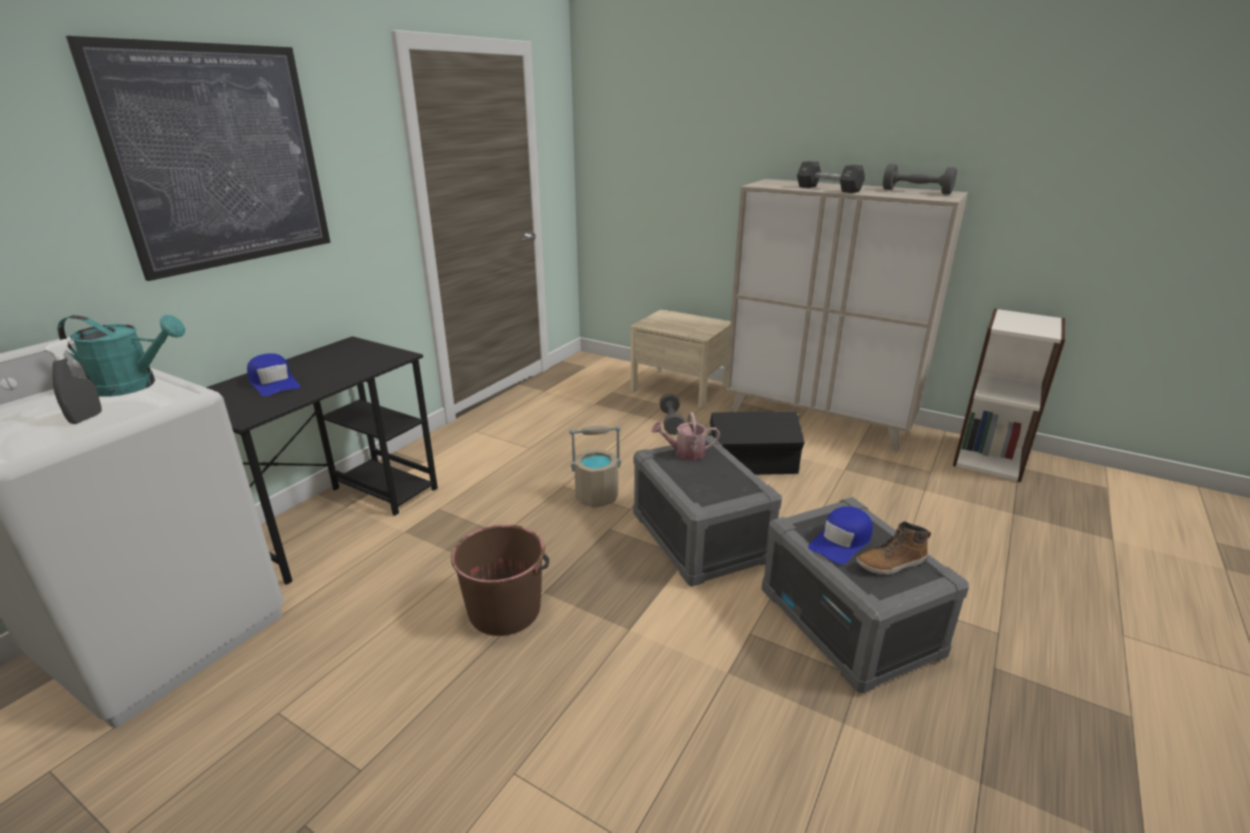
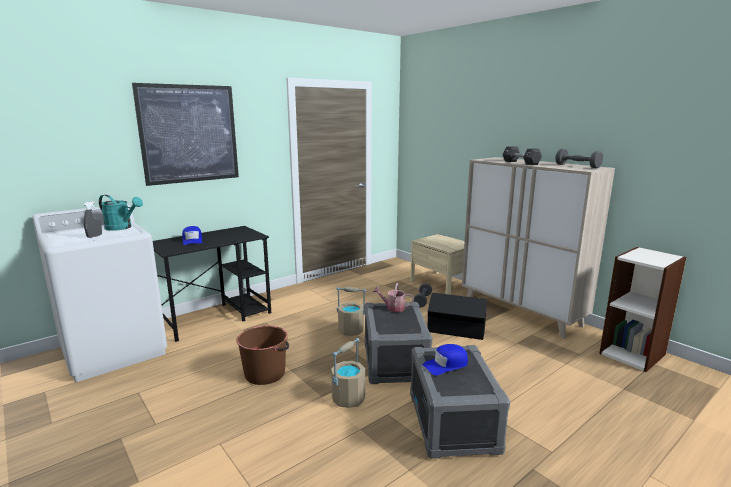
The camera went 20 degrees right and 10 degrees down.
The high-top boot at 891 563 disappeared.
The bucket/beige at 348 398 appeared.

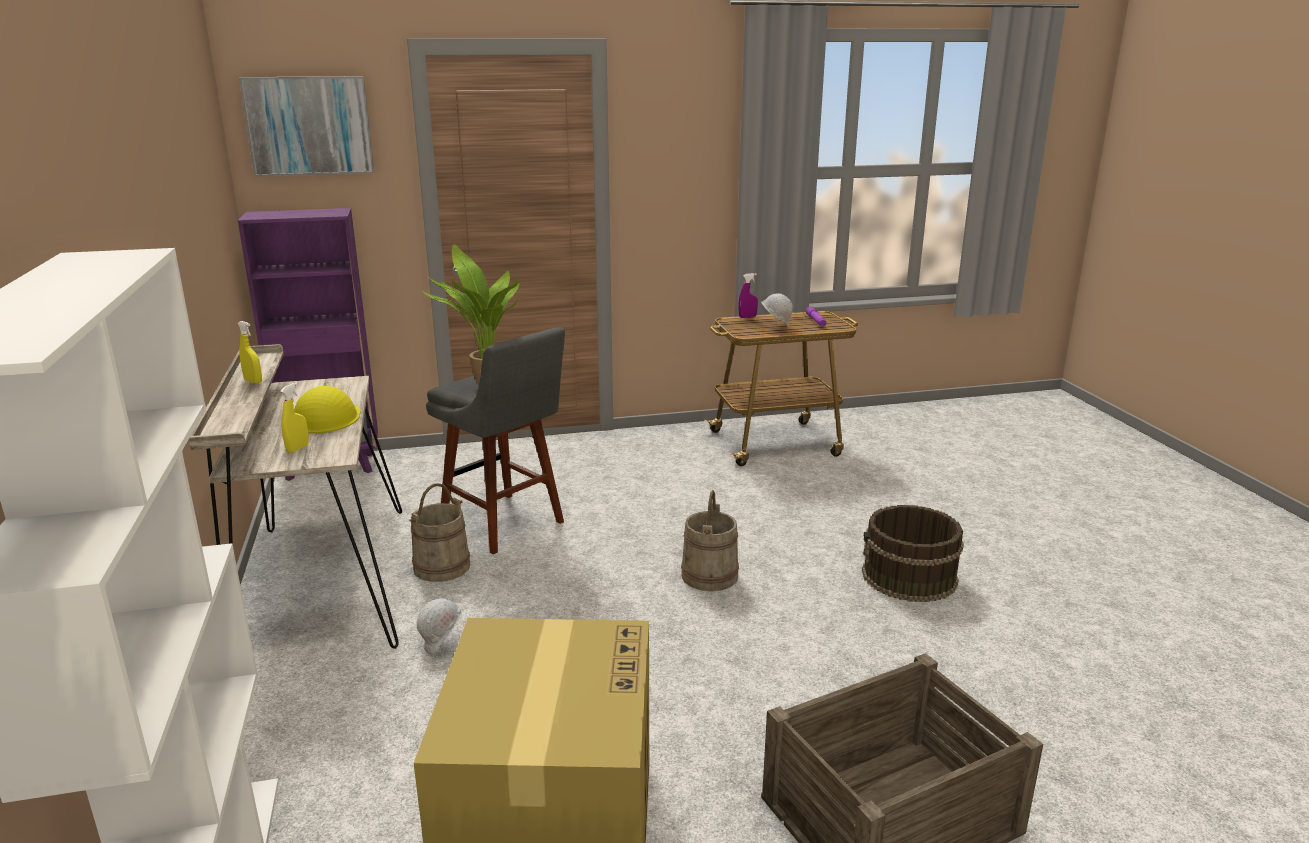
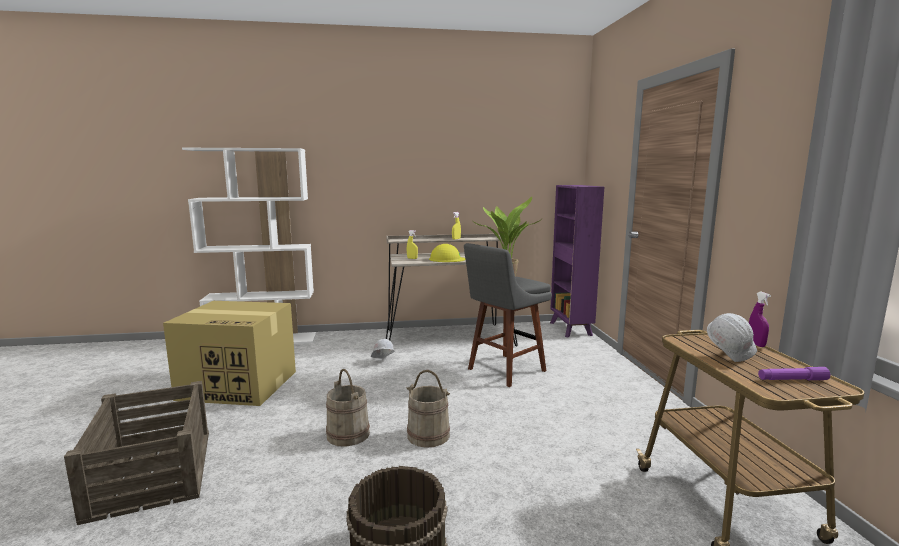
The camera went 95 degrees right and 10 degrees down.
The wall picture at 309 126 disappeared.
The bucket/beige moved from 441 566 to 348 434.

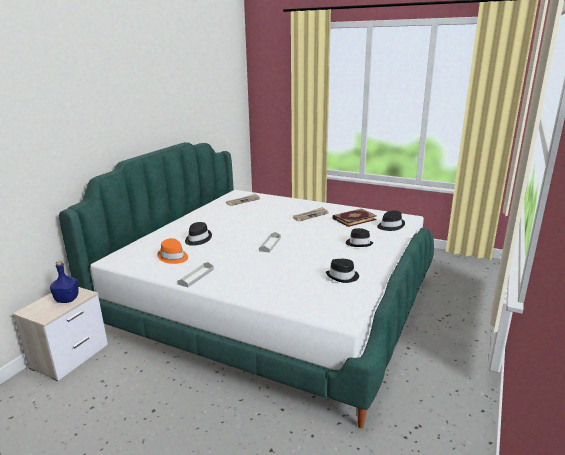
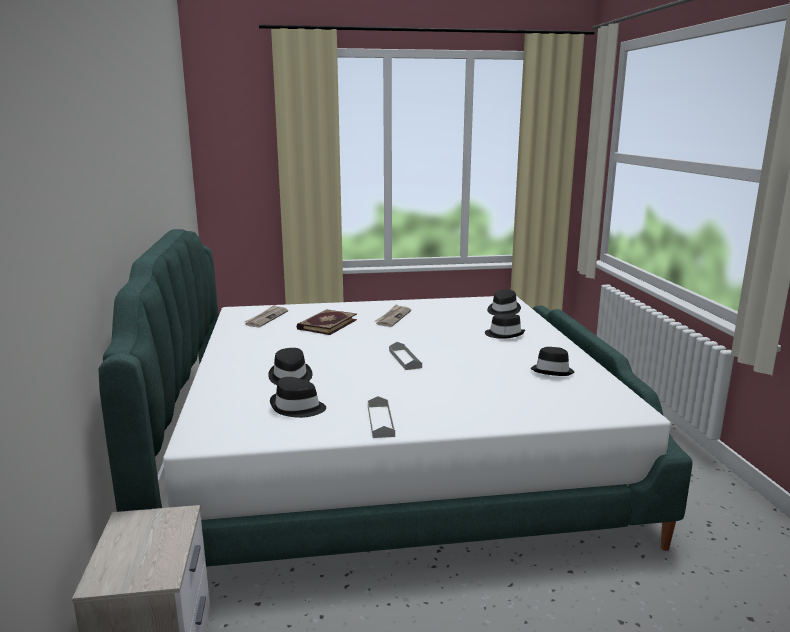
The camera went 35 degrees left and 5 degrees down.
The drink bottle/blue-coloured at 67 299 disappeared.
The clothing hat/orange at 173 257 became the clothing hat/black at 297 408.
The book moved from 354 219 to 326 324.

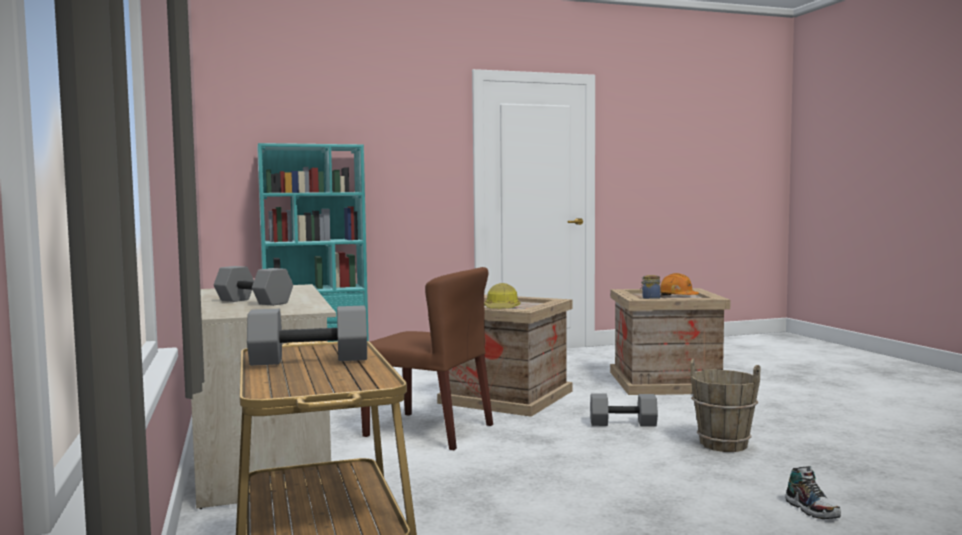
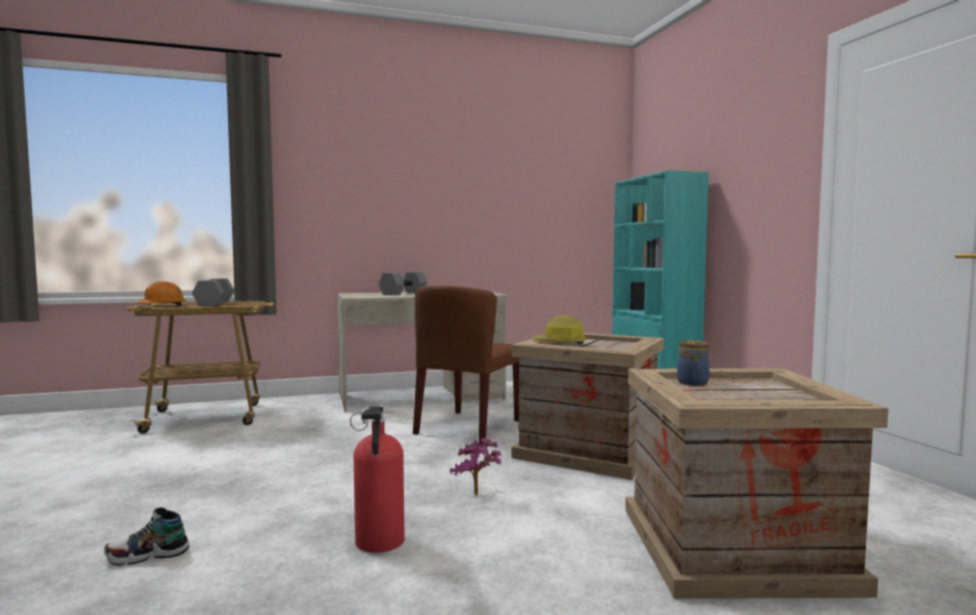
The camera went 90 degrees right and 0 degrees up.
The free weight/gray at 622 424 was replaced by the potted plant at 478 496.
The work helmet/orange moved from 677 296 to 162 306.
The bucket/brownish at 723 444 was replaced by the extinguisher at 379 544.

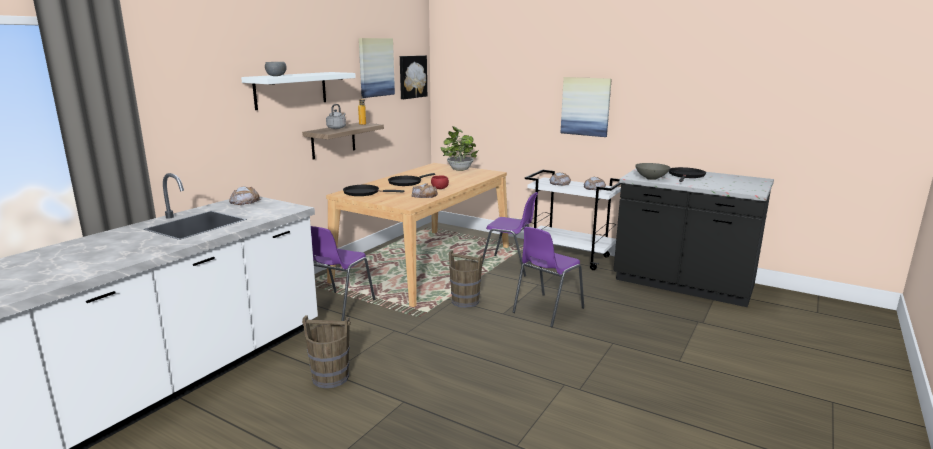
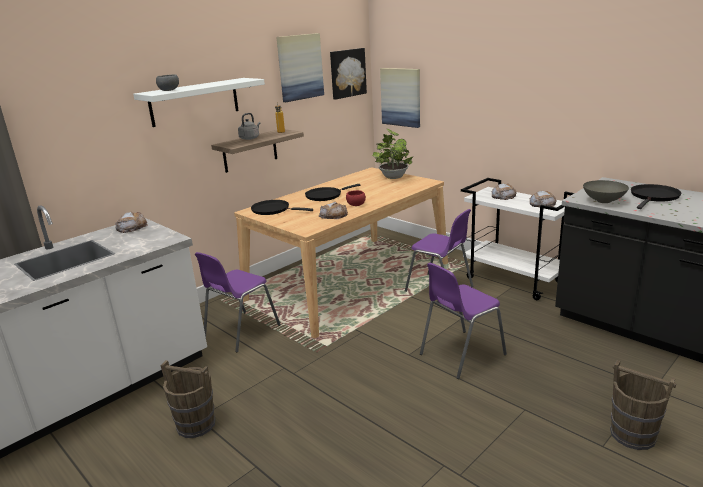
The camera went 15 degrees right and 5 degrees up.
The bucket/brownish moved from 465 301 to 632 434.
The wall picture moved from 585 106 to 401 97.

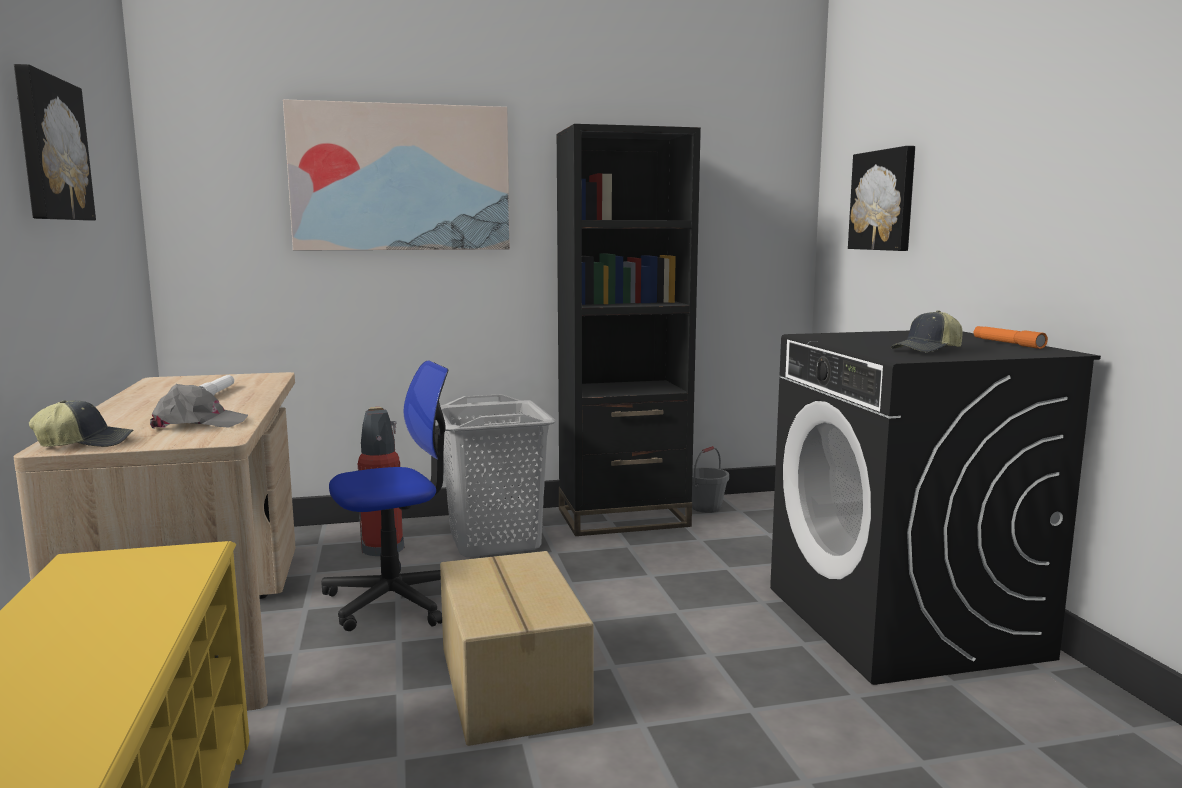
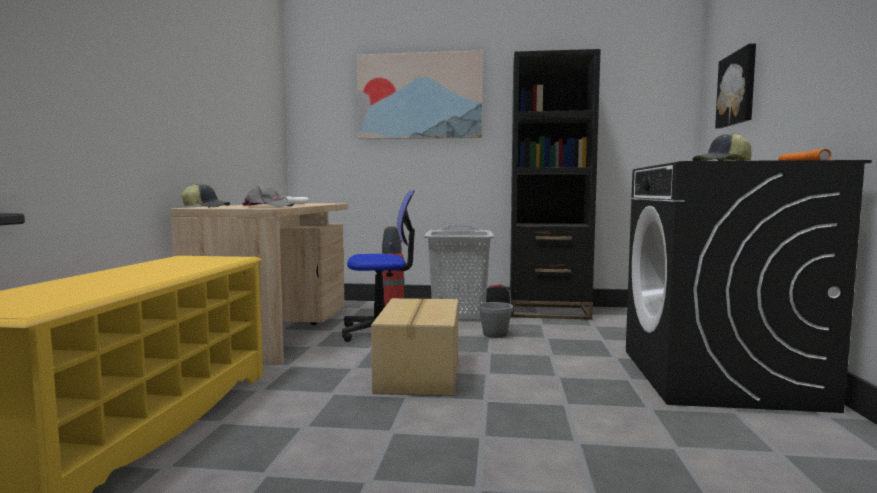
The camera went 20 degrees right and 5 degrees down.
The wall picture at 50 149 disappeared.
The bucket/gray moved from 706 508 to 495 334.

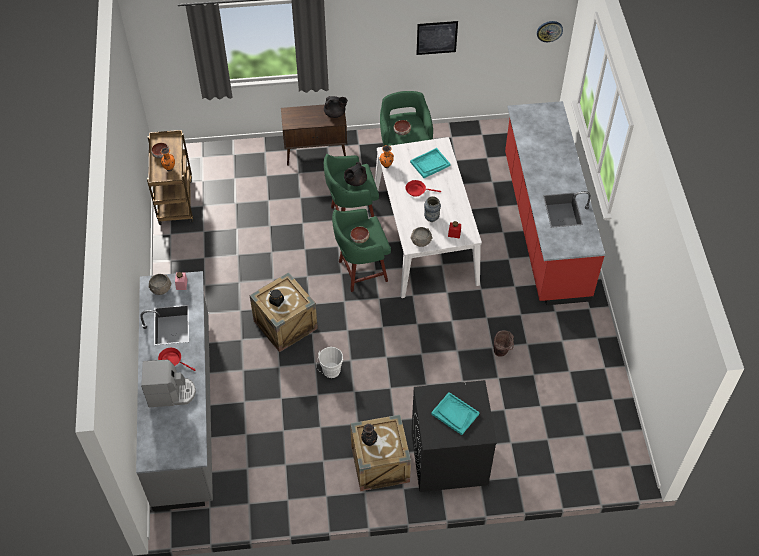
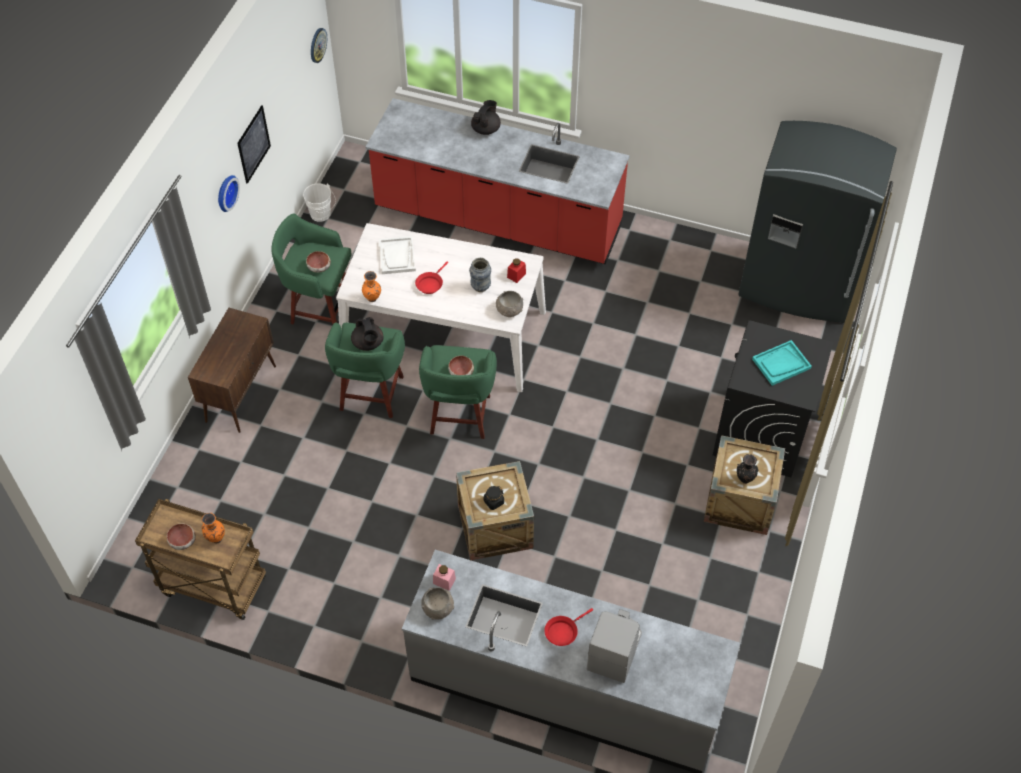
The camera went 65 degrees left and 0 degrees up.
The bucket/white-coloured moved from 330 372 to 322 215.
The teapot/black moved from 335 113 to 486 129.
The tray/turquoise-coloured at 430 164 became the tray/white-coloured at 397 256.
The bucket/brownish at 502 353 disappeared.
The hanging clock at 225 192 appeared.
The kitchen fridge/gray at 798 286 appeared.

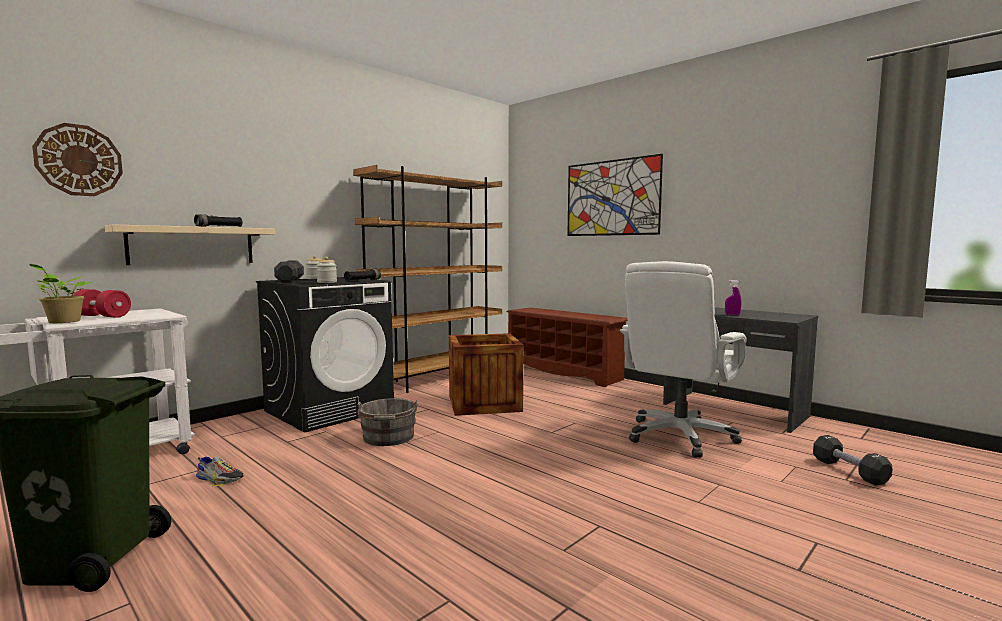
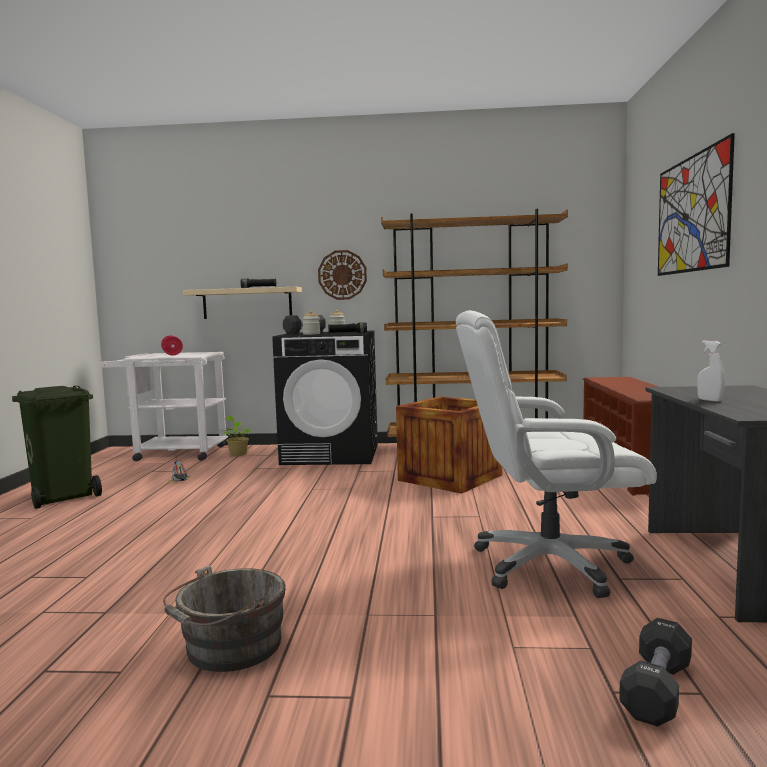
The camera went 50 degrees right and 0 degrees up.
The potted plant moved from 62 321 to 237 454.
The hanging clock moved from 79 160 to 342 275.
The bucket/gray moved from 388 438 to 229 648.
The hand sprayer/purple-coloured at 732 315 became the hand sprayer/white-coloured at 710 400.

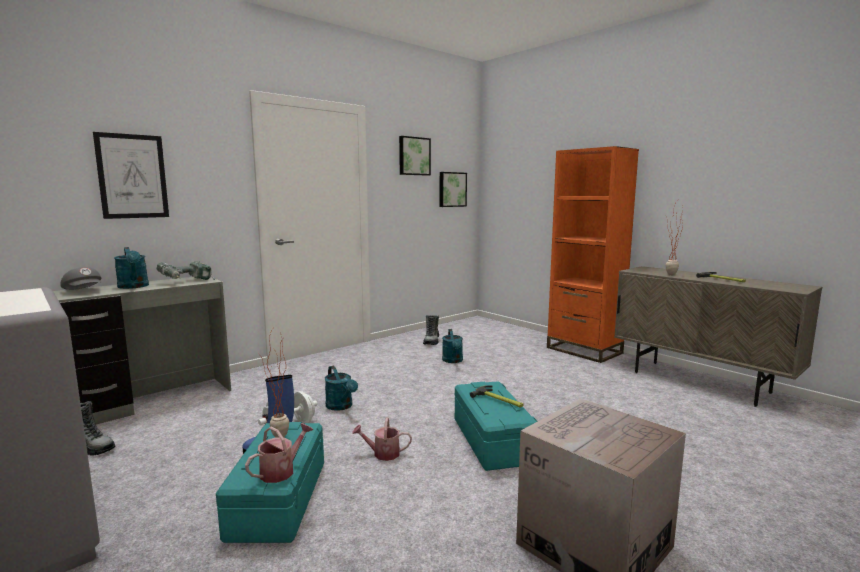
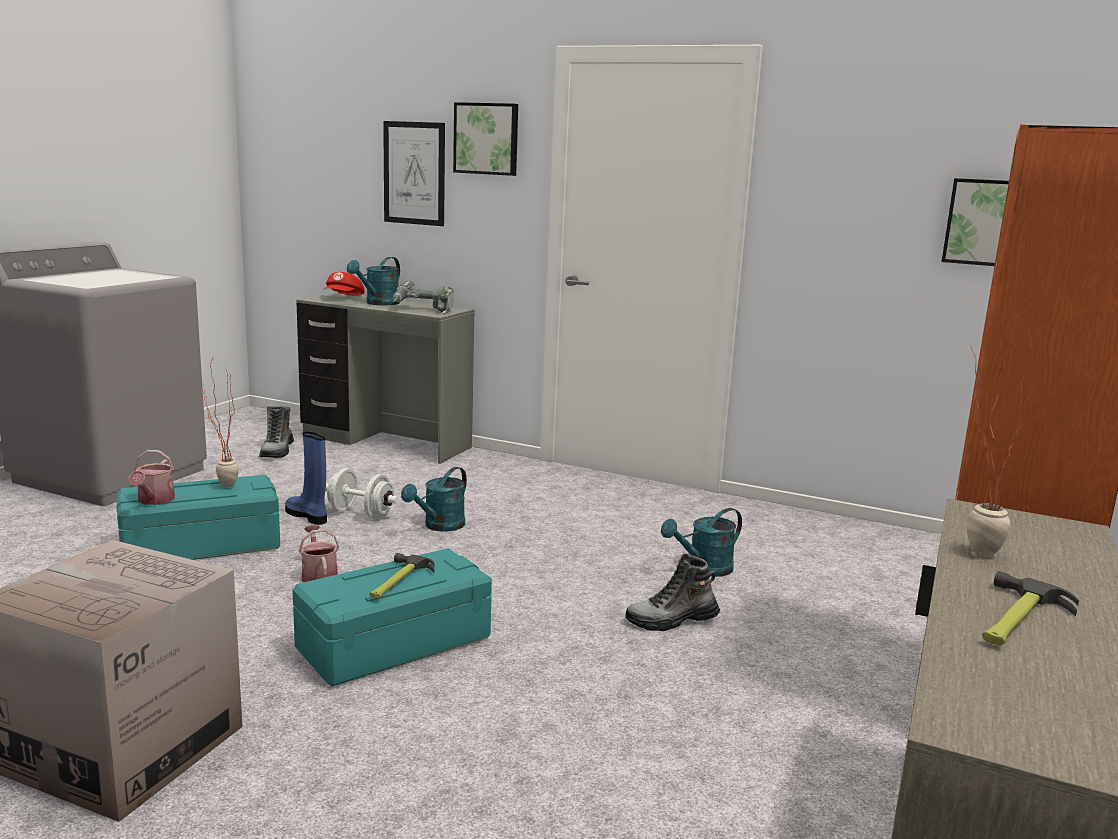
The camera went 65 degrees right and 5 degrees up.
The cap/gray at 84 291 became the cap/reddish at 344 298.
The watering pot at 281 470 turned 75 degrees clockwise.
The wall picture moved from 413 156 to 487 139.
The high-top boot moved from 431 341 to 672 621.

